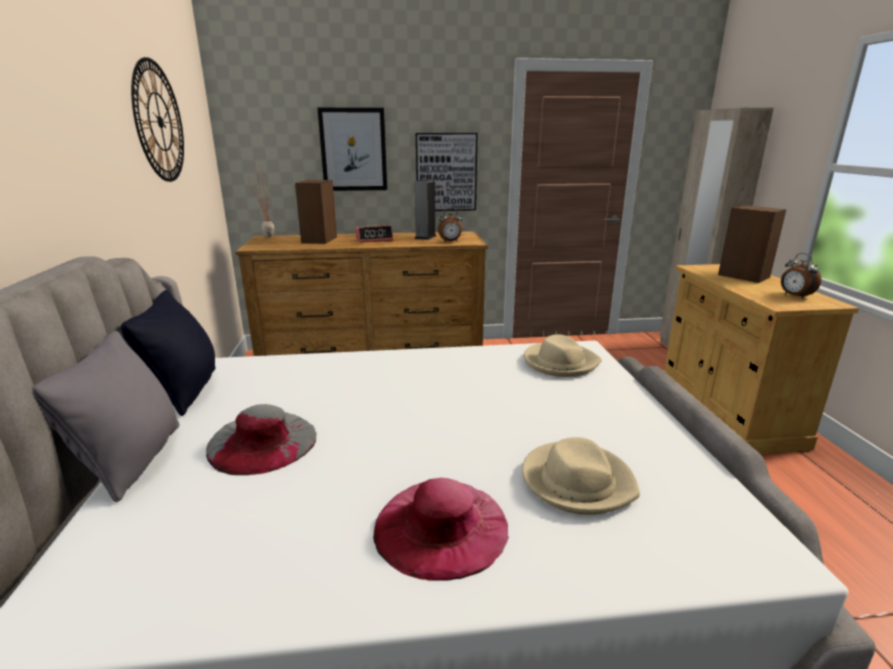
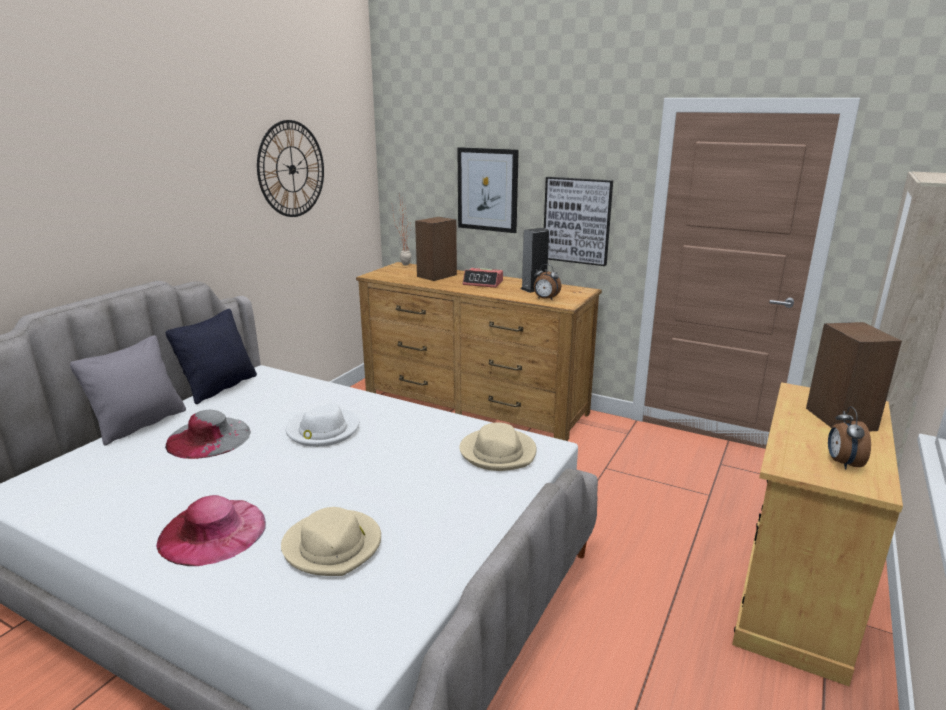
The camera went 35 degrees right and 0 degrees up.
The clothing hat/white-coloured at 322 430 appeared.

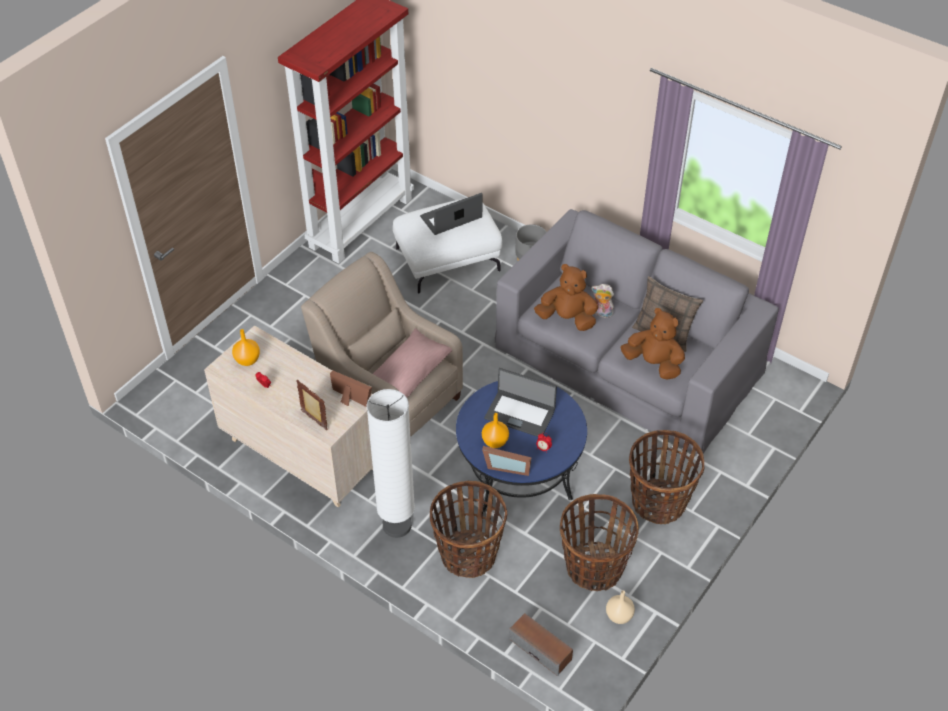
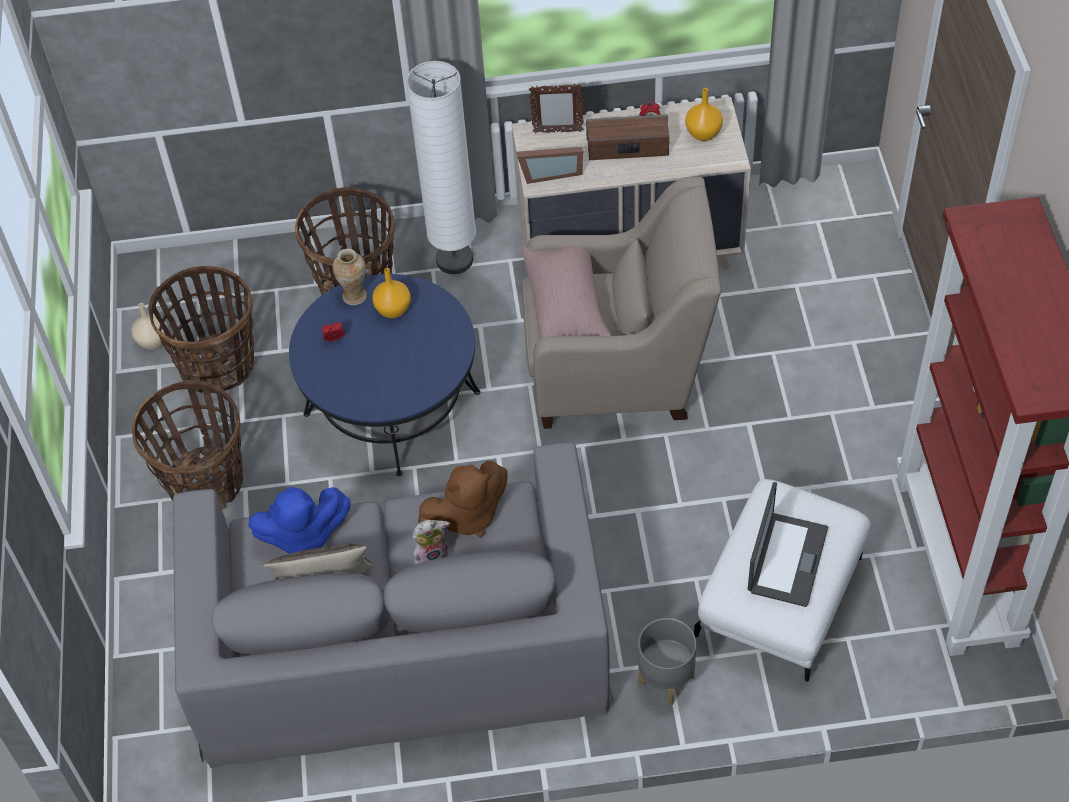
The camera went 140 degrees right and 5 degrees up.
The photo frame at 507 466 was replaced by the vase at 354 296.
The portable computer at 520 414 disappeared.
The audio speaker moved from 540 649 to 627 148.
The soft toy/brownish at 653 363 became the soft toy/blue-coloured at 303 536.

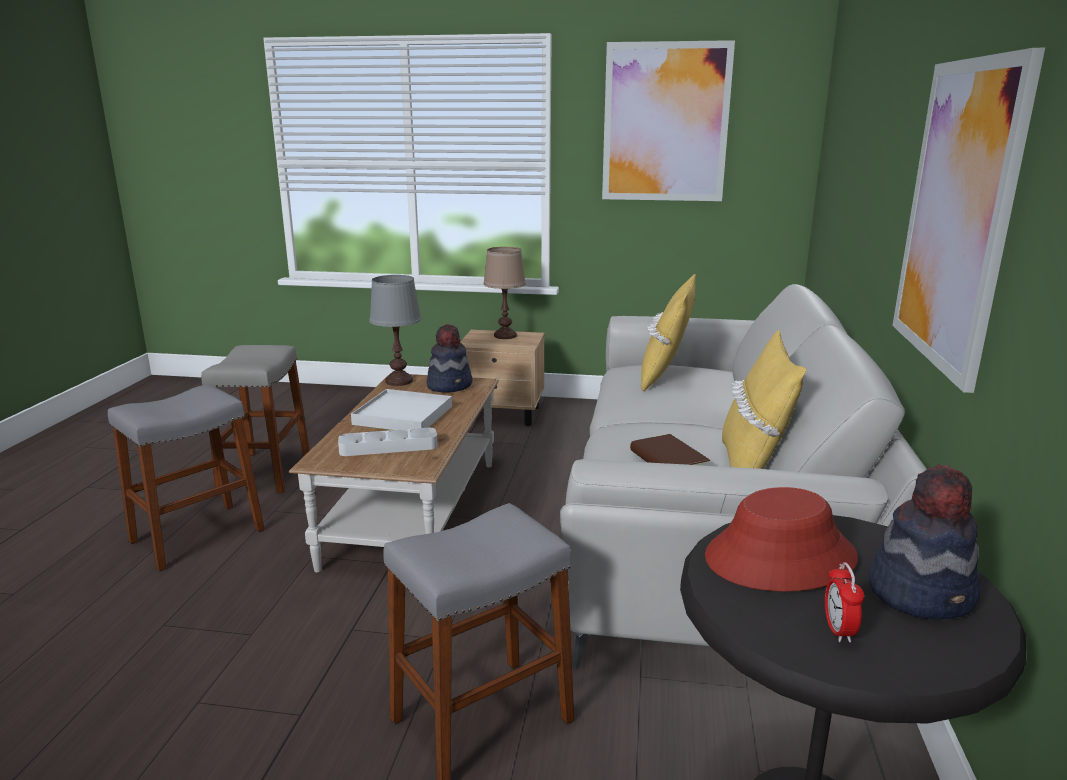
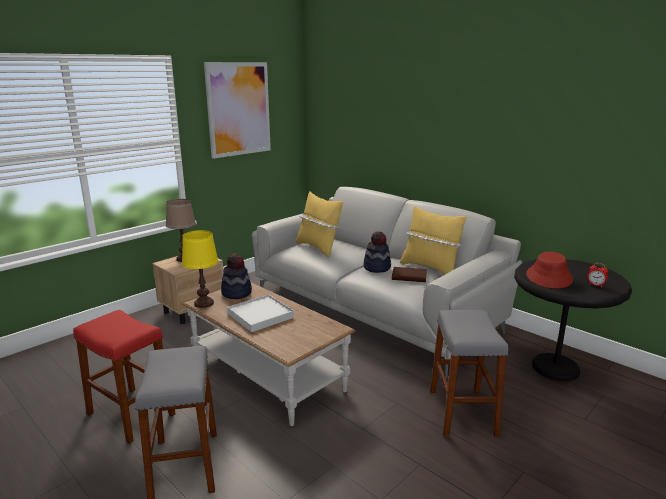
The camera went 55 degrees left and 0 degrees up.
The stool seat/gray at 265 472 became the stool seat/reddish at 131 414.
The tray/gray at 388 447 disappeared.
The lamp for a table/gray at 398 381 became the lamp for a table/yellow at 204 303.
The clothing hat moved from 922 592 to 377 267.
The wall picture at 957 215 disappeared.

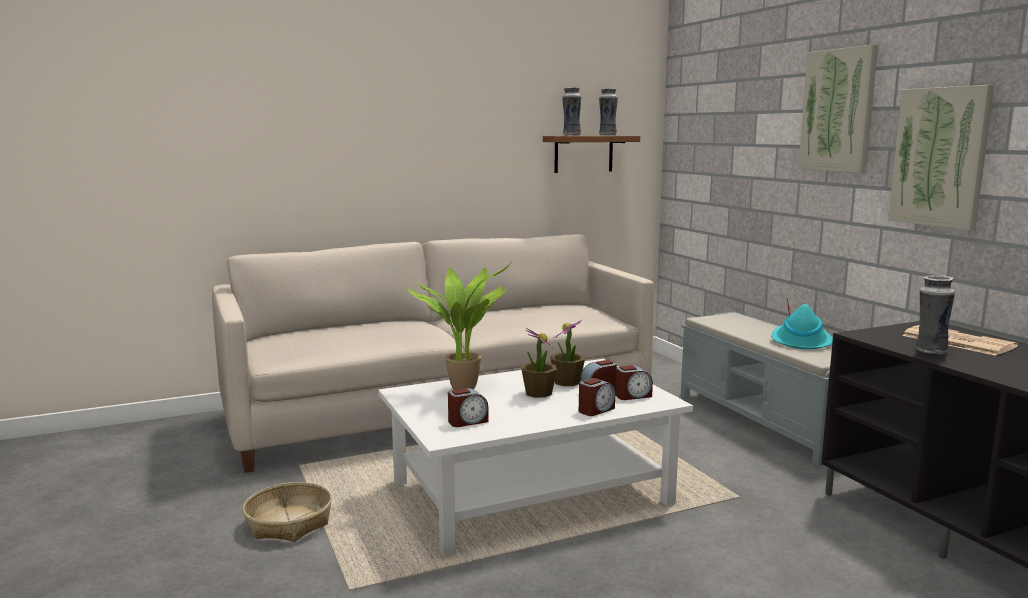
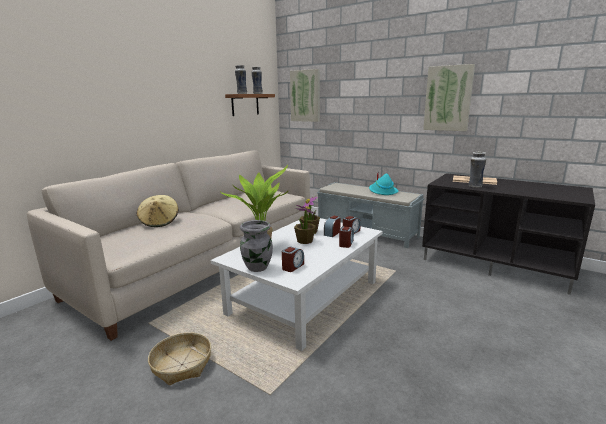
The camera went 30 degrees left and 5 degrees up.
The wall picture moved from 838 110 to 305 96.
The clothing hat/beige at 159 222 appeared.
The vase/gray at 257 268 appeared.

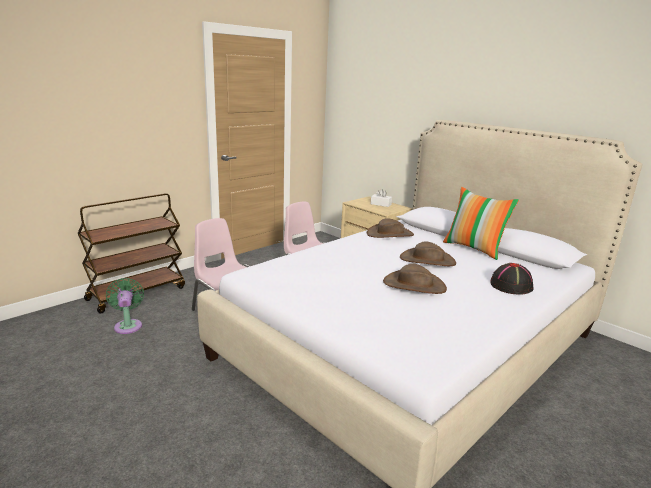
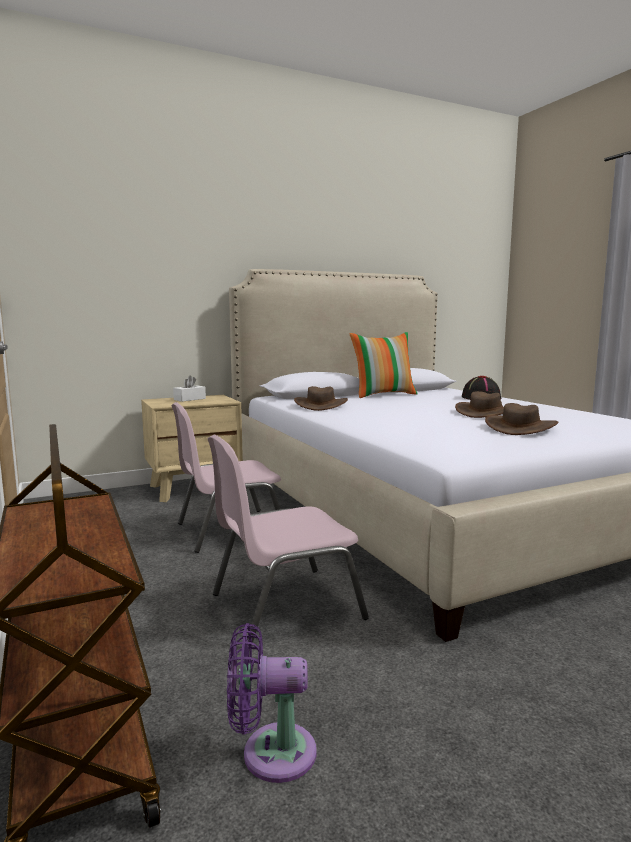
The camera went 70 degrees left and 10 degrees down.
The fan/green-coloured at 128 325 became the fan/purple-coloured at 271 752.
The clothing hat/brownish moved from 427 260 to 521 428.

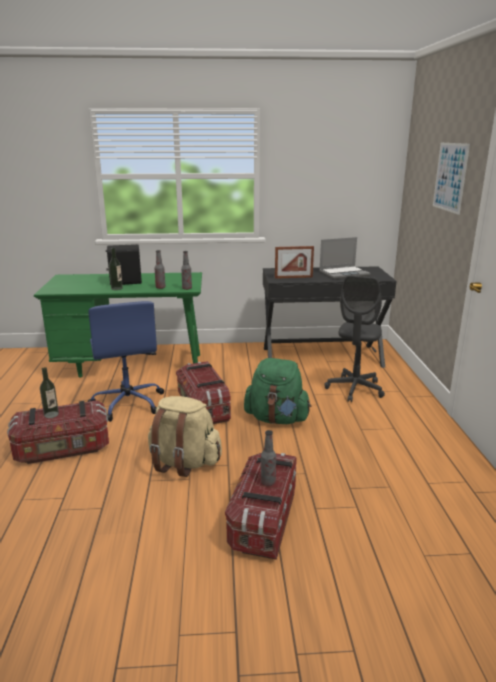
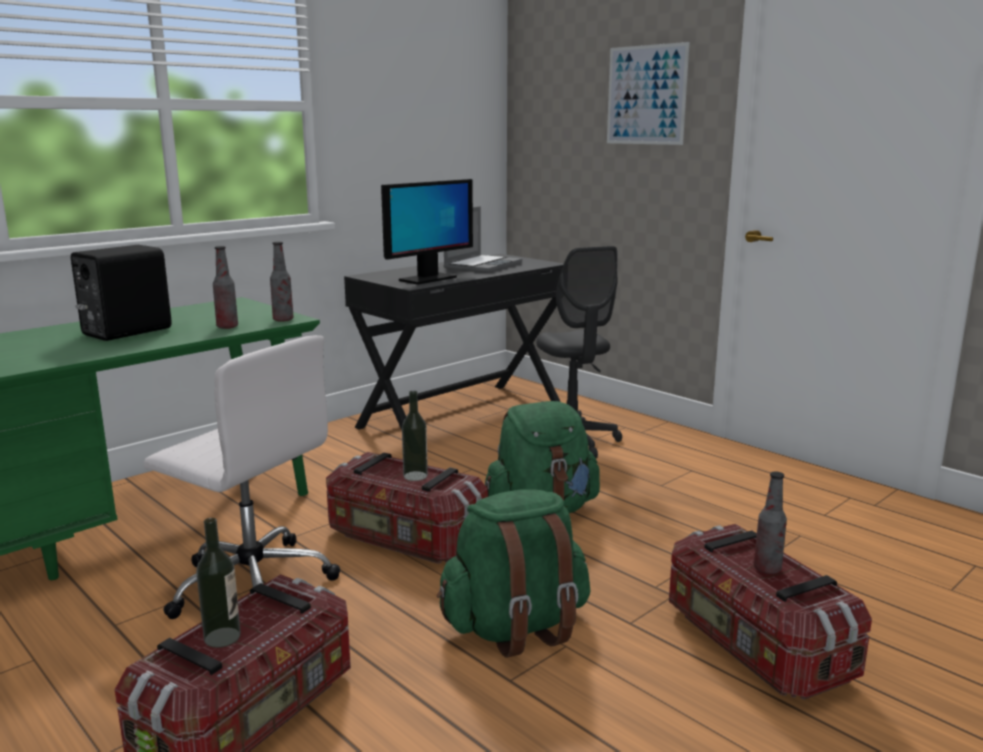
The camera went 40 degrees left and 5 degrees down.
The office chair/blue-coloured at 128 403 became the office chair/white-coloured at 251 583.
The drink bottle moved from 116 288 to 415 476.
The rucksack/beige at 183 462 became the rucksack/green-coloured at 516 627.
The photo frame at 293 277 was replaced by the computer display at 427 279.

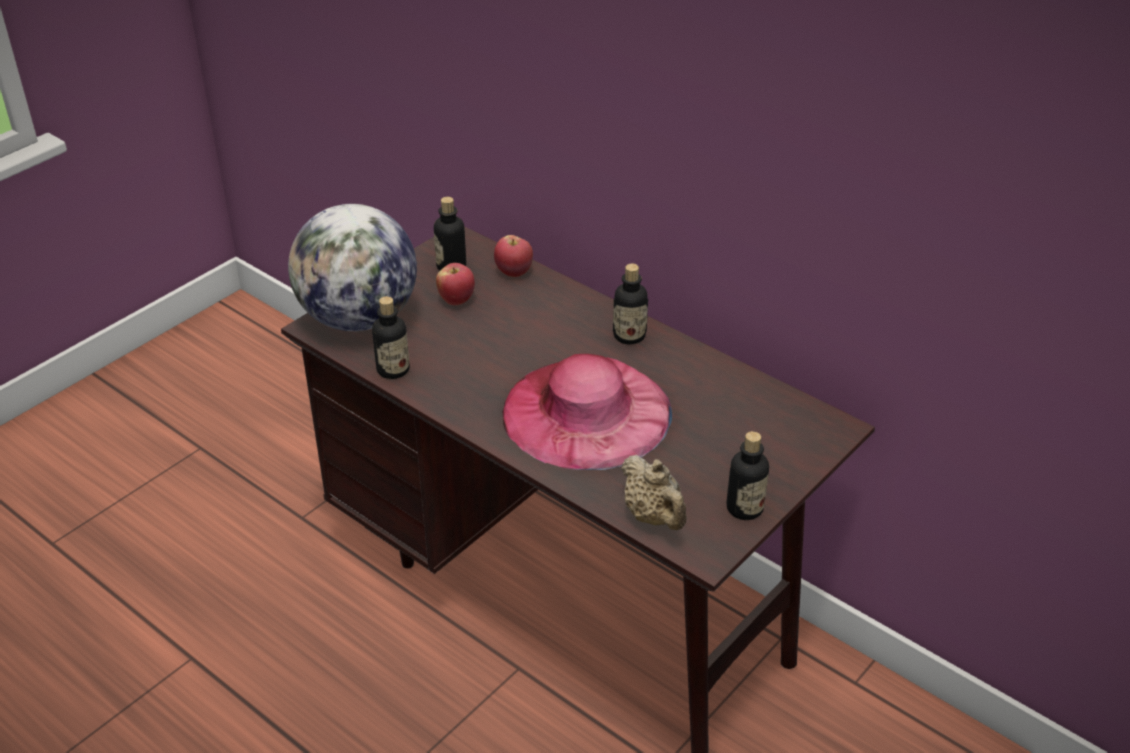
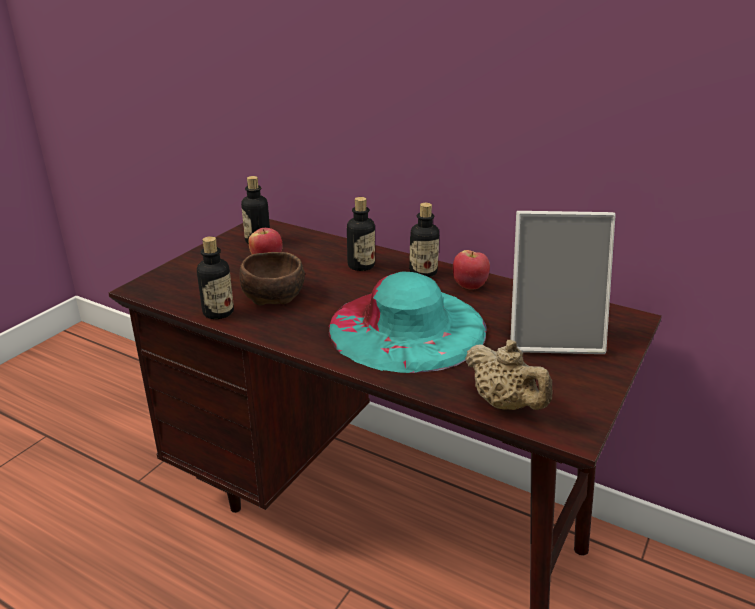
The camera went 10 degrees left and 10 degrees down.
The world globe at 359 318 disappeared.
The whole apple moved from 514 272 to 470 286.
The clothing hat/pink at 586 412 became the clothing hat/turquoise-coloured at 406 327.
The drink bottle moved from 744 508 to 361 265.
The serving bowl/brownish at 275 295 appeared.
The photo frame at 553 336 appeared.

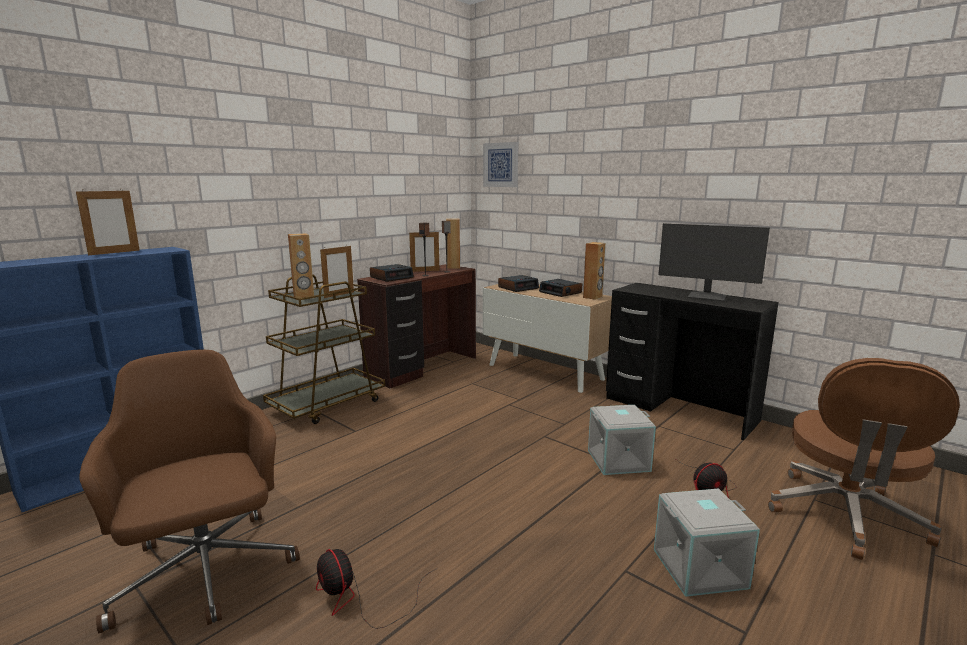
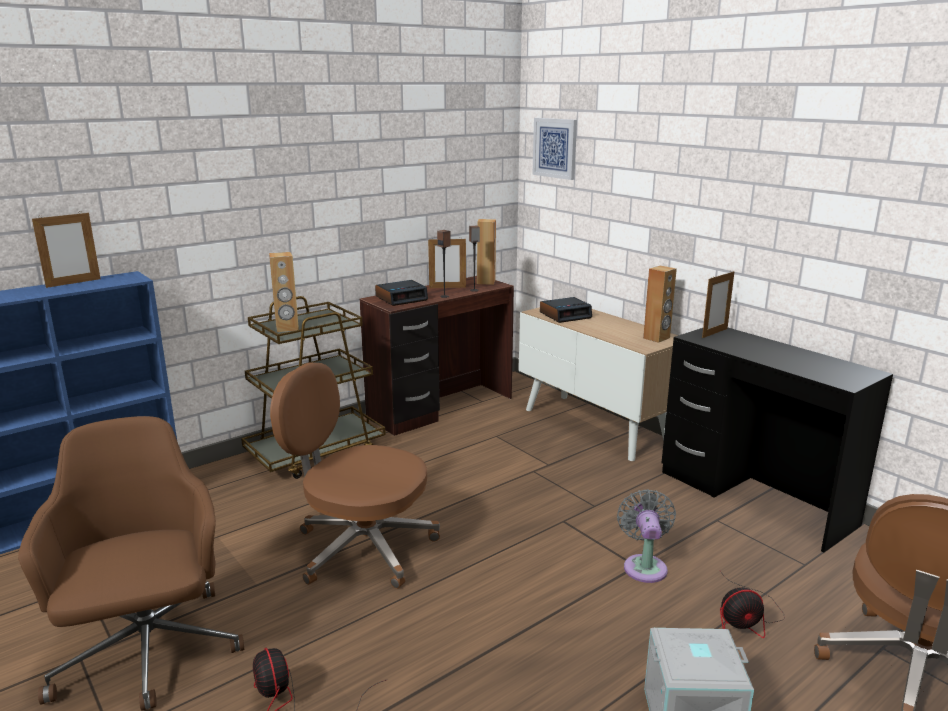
The camera went 10 degrees right and 5 degrees up.
The photo frame moved from 339 295 to 714 333.
The table clock at 561 292 disappeared.
The storage box/gray at 618 461 was replaced by the fan/gray at 644 566.
The computer display at 707 297 disappeared.
The office chair/brownish at 362 547 appeared.

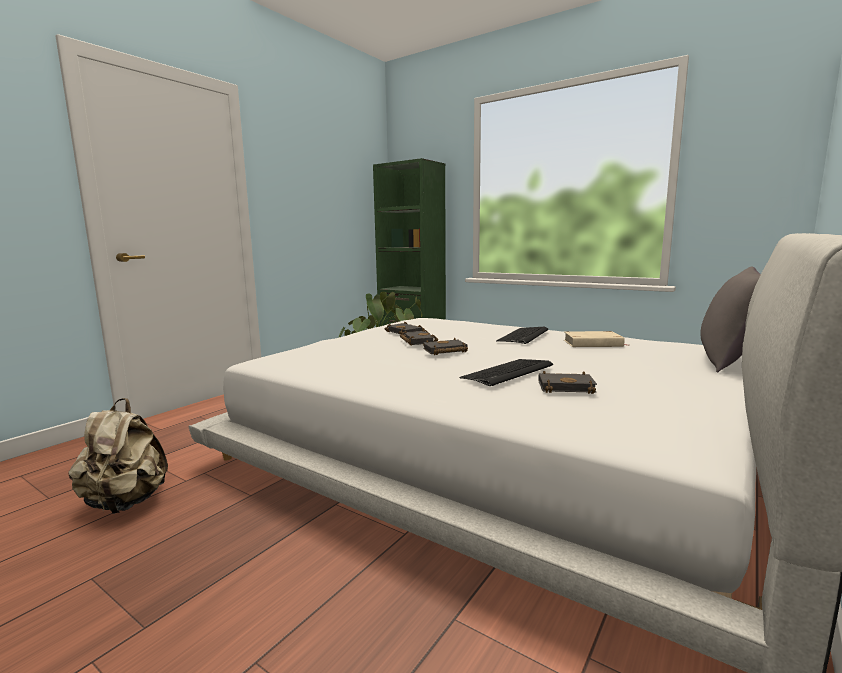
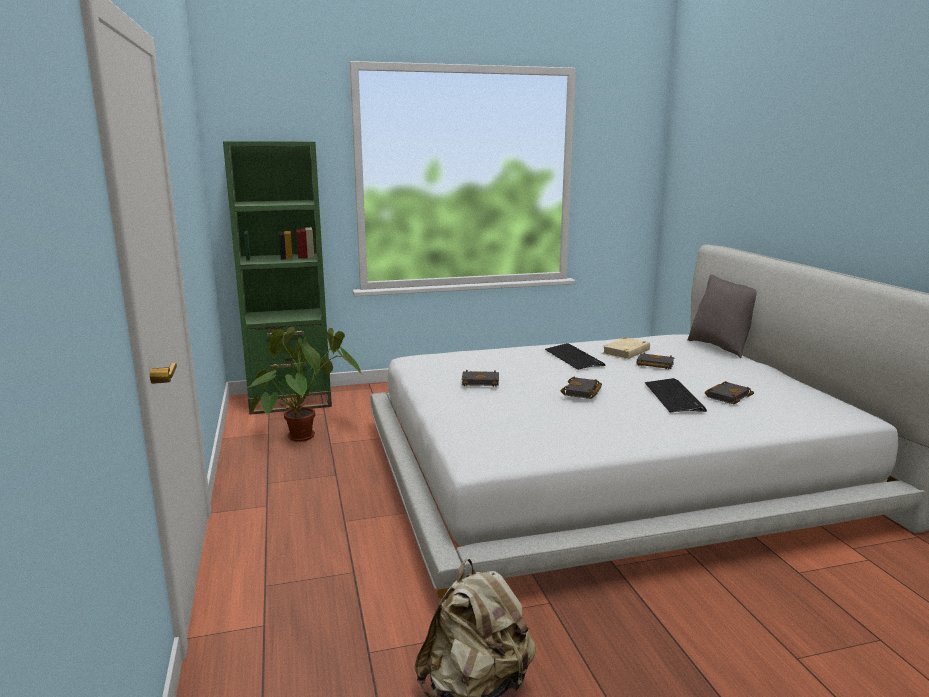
The camera went 50 degrees left and 5 degrees up.
The book/black moved from 416 341 to 653 365.

